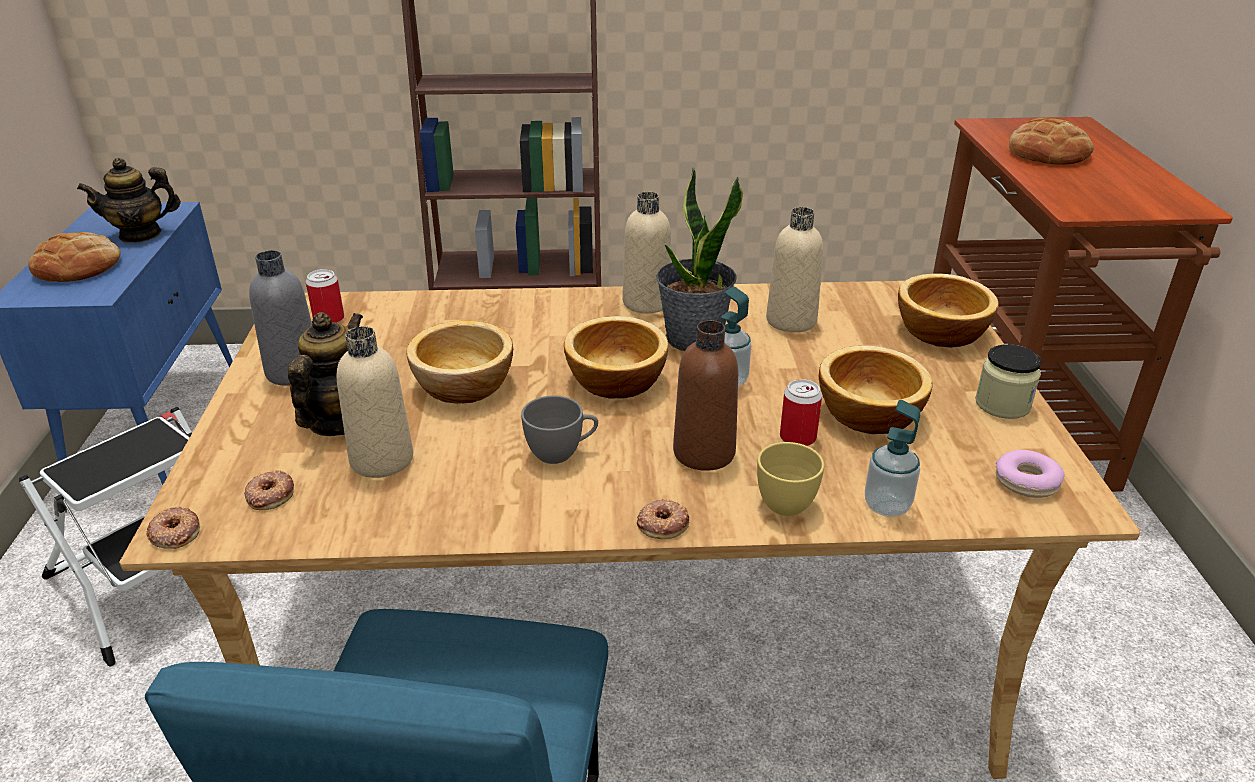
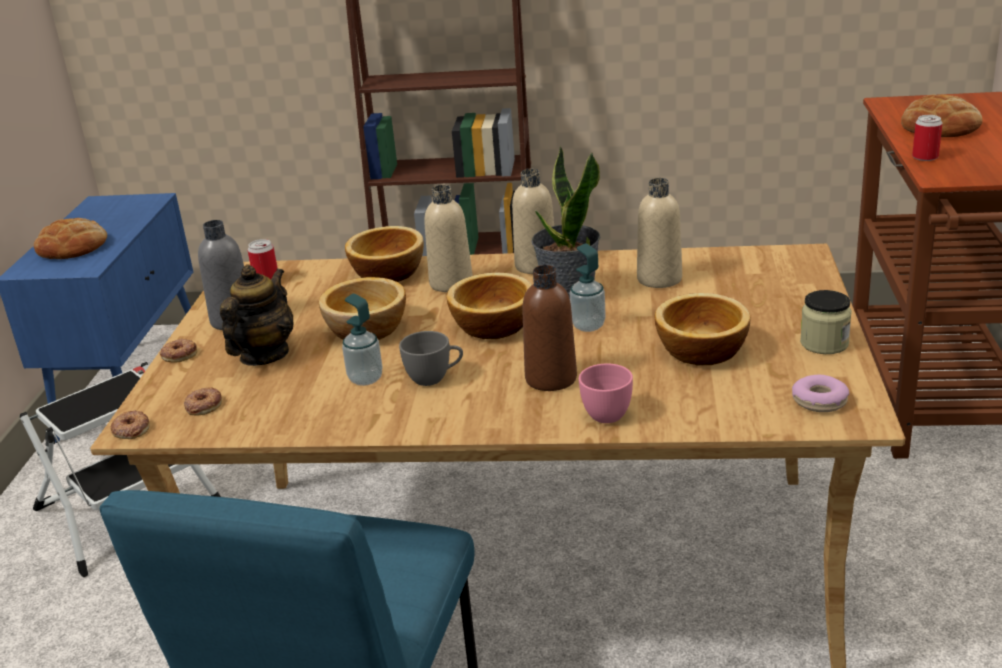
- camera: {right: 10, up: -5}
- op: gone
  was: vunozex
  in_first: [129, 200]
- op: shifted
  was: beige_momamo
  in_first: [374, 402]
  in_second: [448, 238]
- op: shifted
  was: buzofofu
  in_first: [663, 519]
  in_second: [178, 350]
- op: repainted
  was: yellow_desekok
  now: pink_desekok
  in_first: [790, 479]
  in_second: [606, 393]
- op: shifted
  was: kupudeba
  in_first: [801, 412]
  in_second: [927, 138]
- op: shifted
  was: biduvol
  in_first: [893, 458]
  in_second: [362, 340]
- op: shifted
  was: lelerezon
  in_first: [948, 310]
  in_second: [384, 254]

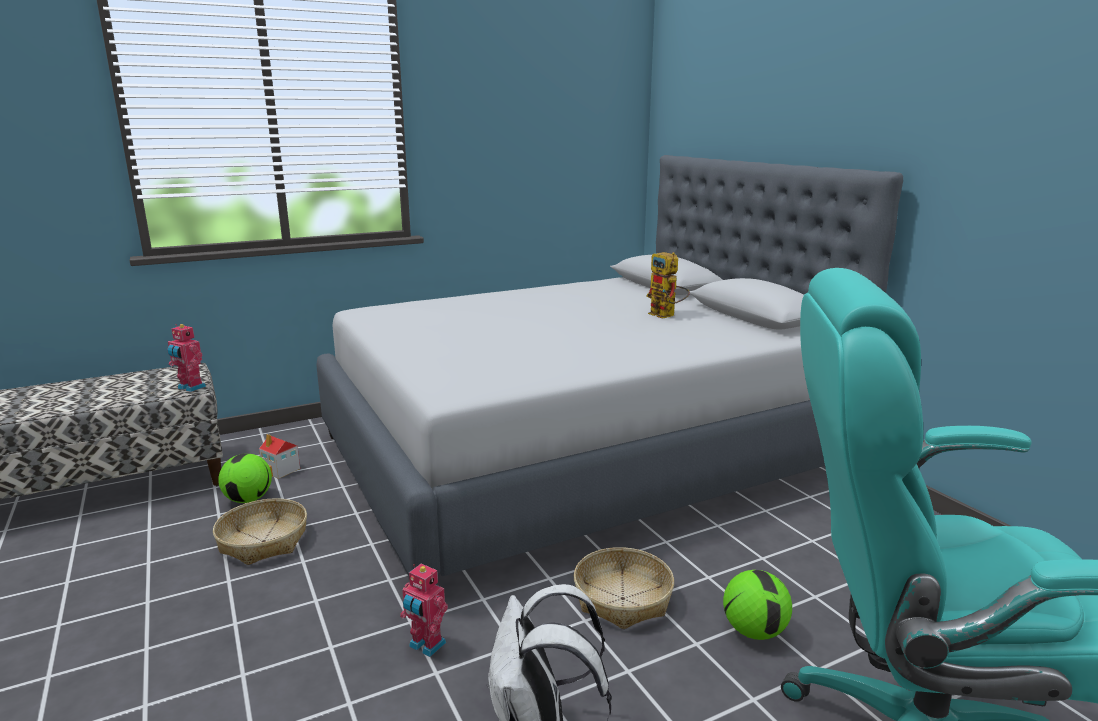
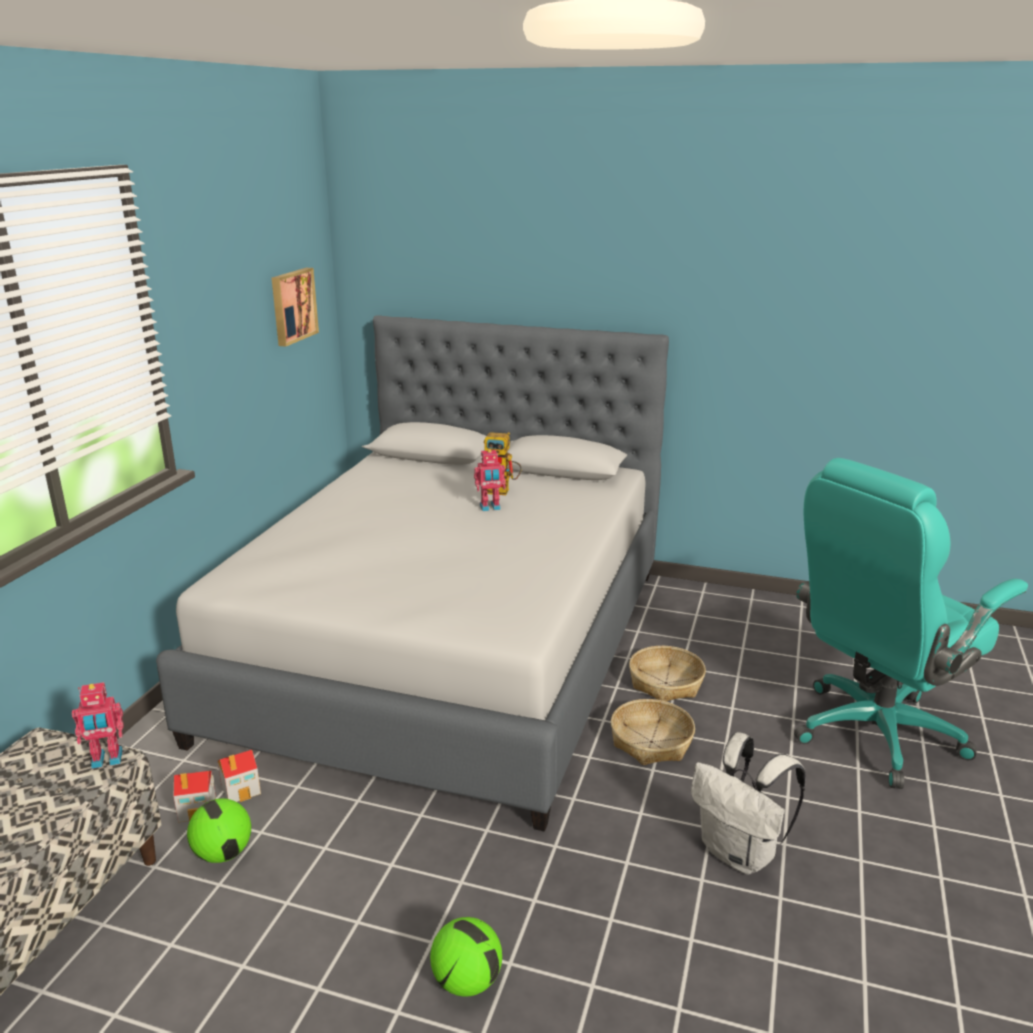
- camera: {right: -45, up: 5}
- op: shifted
  was: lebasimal
  in_first: [260, 531]
  in_second: [667, 674]
- op: shifted
  was: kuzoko
  in_first: [424, 610]
  in_second: [490, 480]
- op: shifted
  was: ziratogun
  in_first: [757, 605]
  in_second: [466, 957]
- op: new
  now: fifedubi
  in_second: [239, 776]
- op: new
  now: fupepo
  in_second: [295, 307]

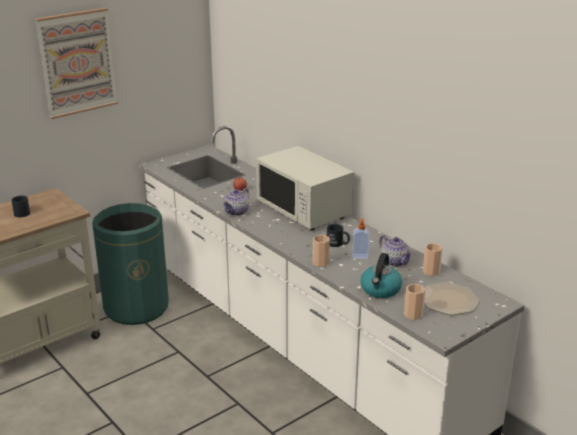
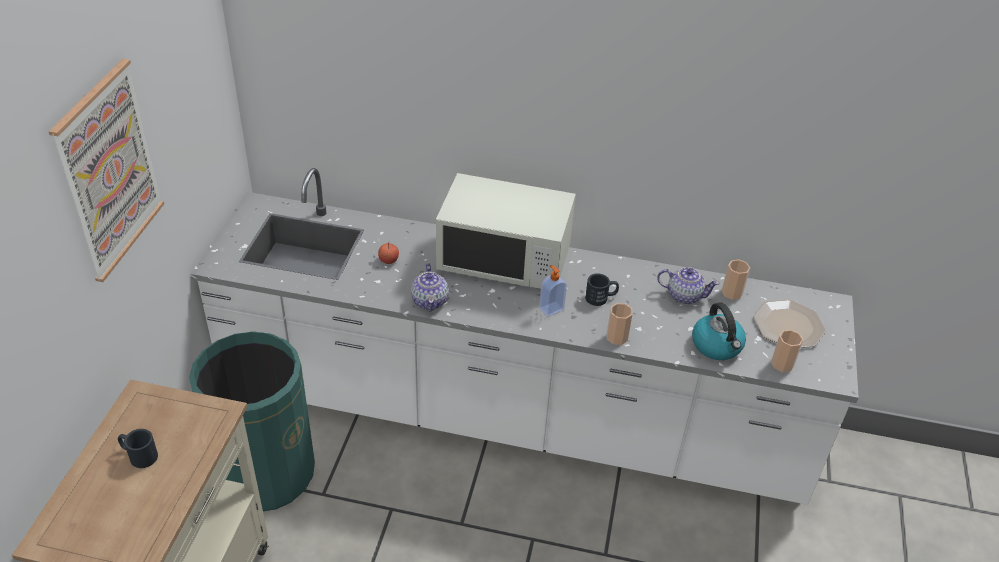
- camera: {right: -40, up: 15}
- op: shifted
  was: biduvol
  in_first: [361, 238]
  in_second: [553, 291]

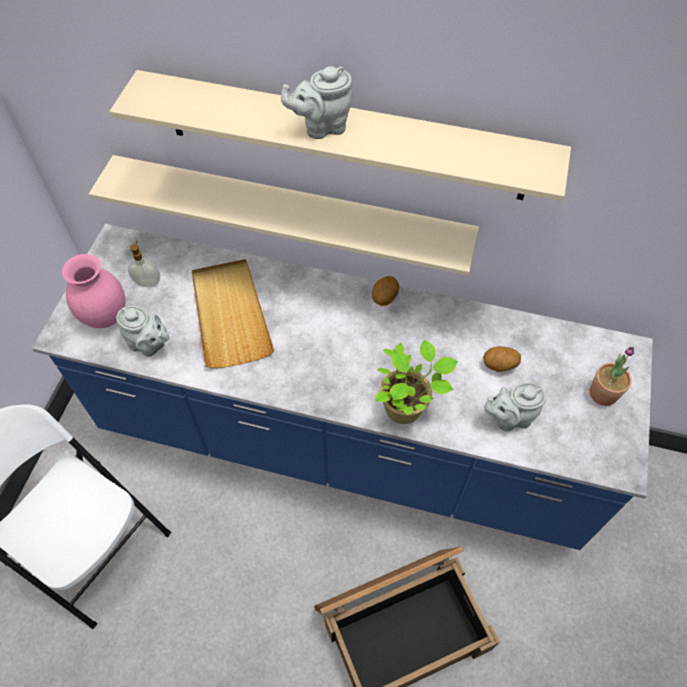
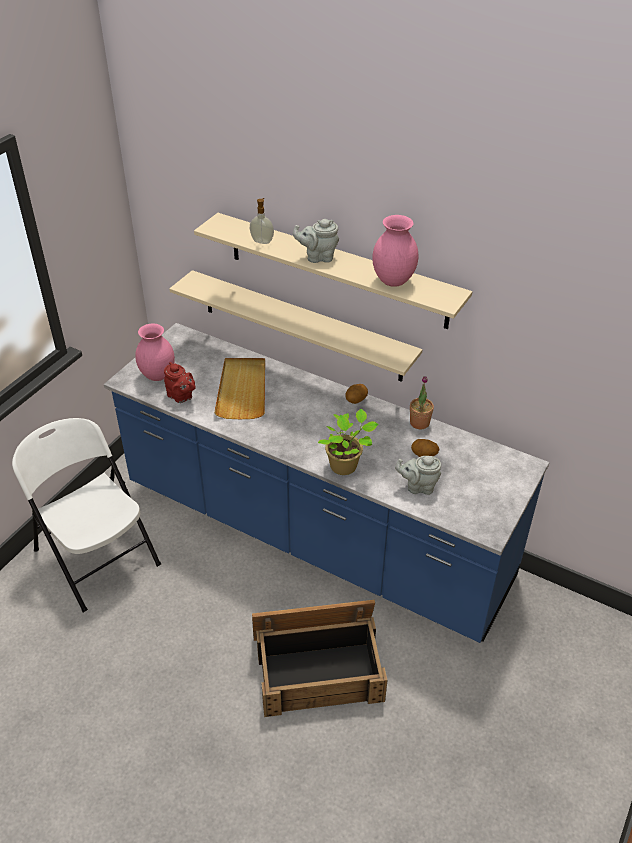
- camera: {right: 15, up: -15}
- op: repainted
  was: grey_vunozex
  now: red_vunozex
  in_first: [143, 331]
  in_second: [180, 382]
- op: shifted
  was: biduvol
  in_first: [144, 263]
  in_second: [262, 221]
- op: shifted
  was: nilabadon
  in_first: [612, 376]
  in_second: [422, 402]
- op: new
  now: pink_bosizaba
  in_second: [395, 251]

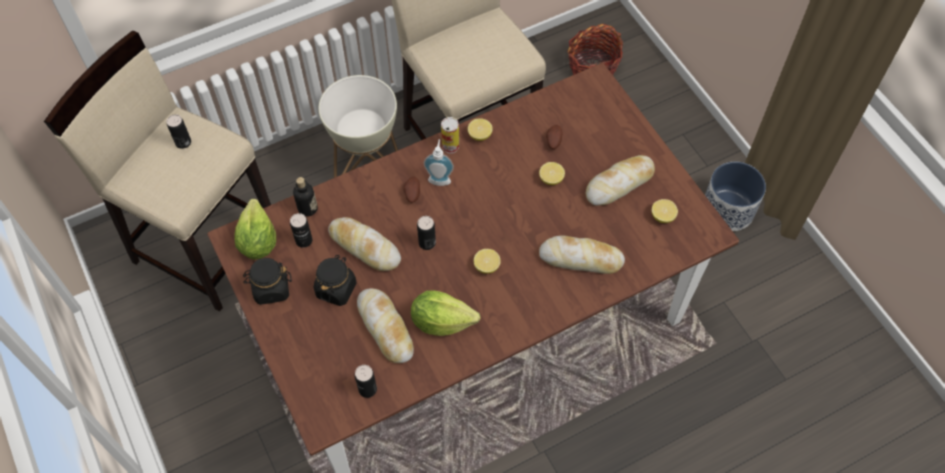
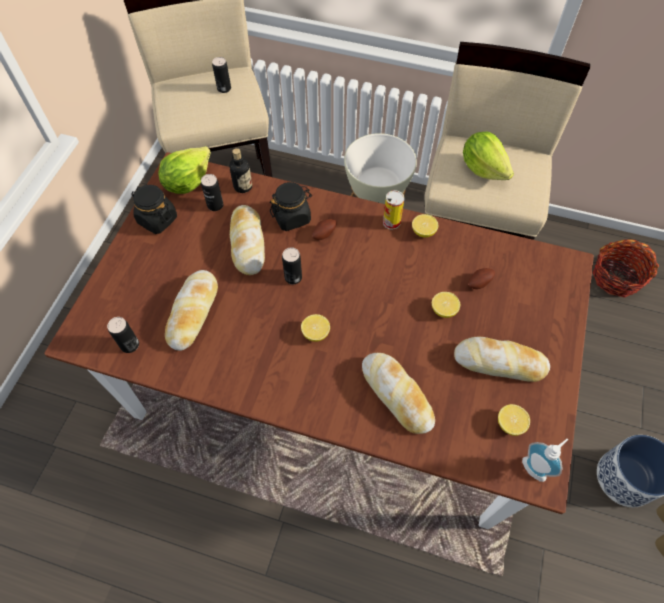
- camera: {right: 45, up: 0}
- op: shifted
  was: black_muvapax
  in_first: [335, 280]
  in_second: [291, 206]
- op: shifted
  was: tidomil
  in_first: [445, 313]
  in_second: [488, 156]
- op: shifted
  was: biduvol
  in_first: [439, 162]
  in_second: [545, 460]

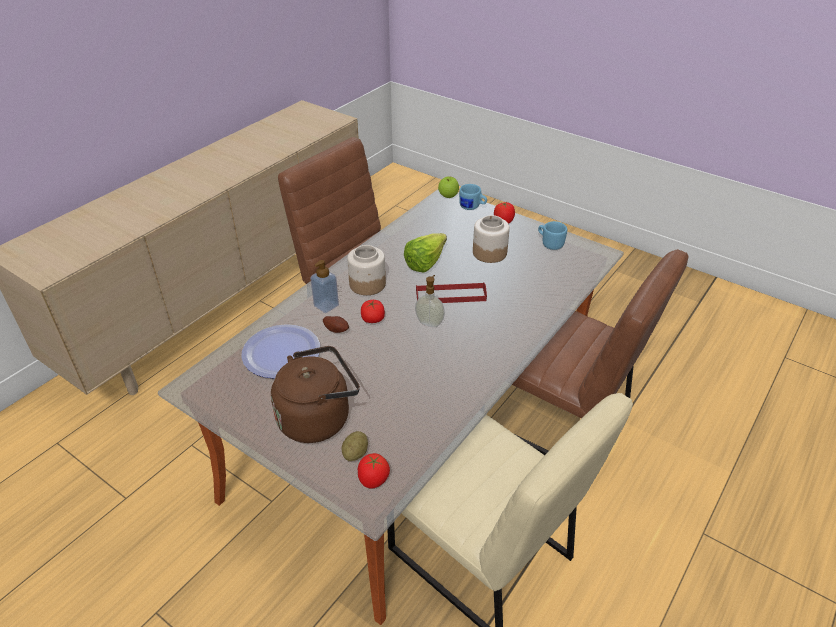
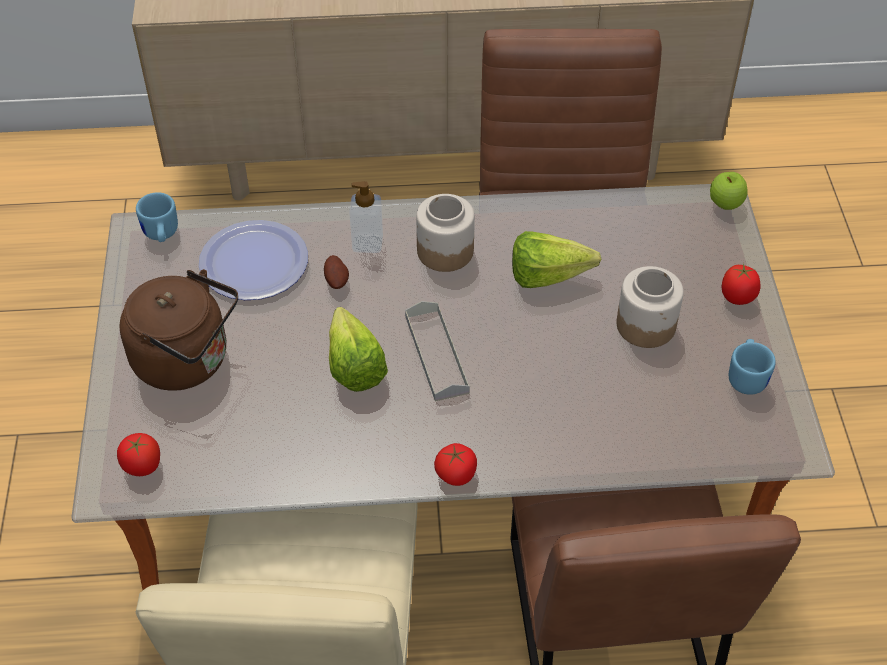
- camera: {right: 50, up: 10}
- op: gone
  was: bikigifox
  in_first: [354, 446]
- op: shifted
  was: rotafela
  in_first: [373, 311]
  in_second: [455, 464]
- op: swapped
  was: biduvol
  now: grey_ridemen
  in_first: [430, 301]
  in_second: [437, 351]
- op: gone
  was: red_ridemen
  in_first: [451, 292]
- op: shifted
  was: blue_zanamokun
  in_first: [473, 197]
  in_second: [157, 217]
- op: new
  now: tidomil
  in_second: [358, 349]

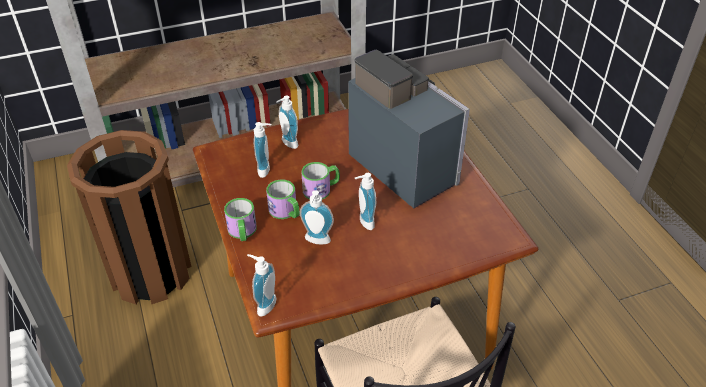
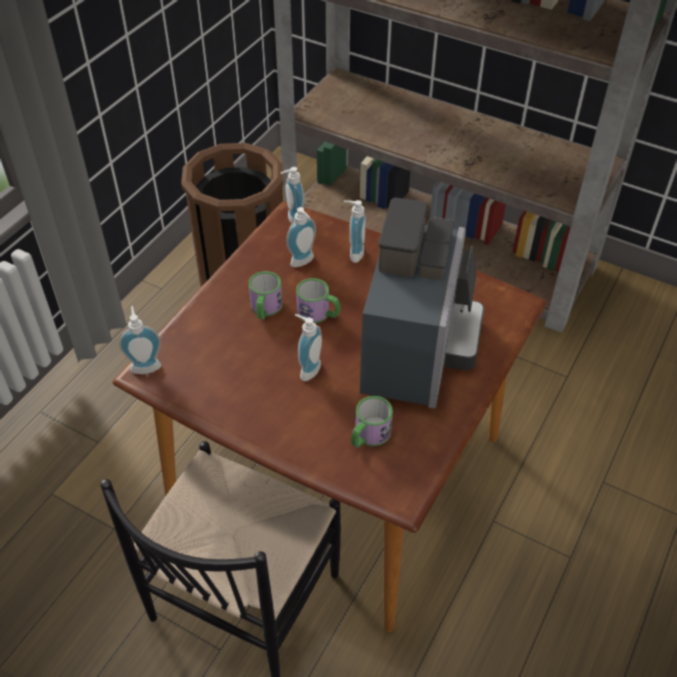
- camera: {right: 50, up: 5}
- op: shifted
  was: zanamokun
  in_first: [240, 219]
  in_second: [372, 422]
- op: shifted
  was: biduvol
  in_first: [317, 217]
  in_second: [292, 195]

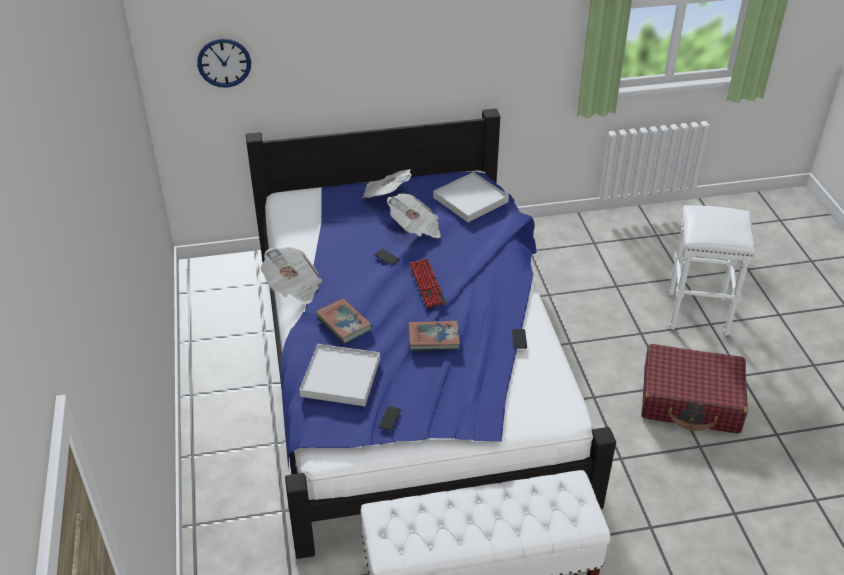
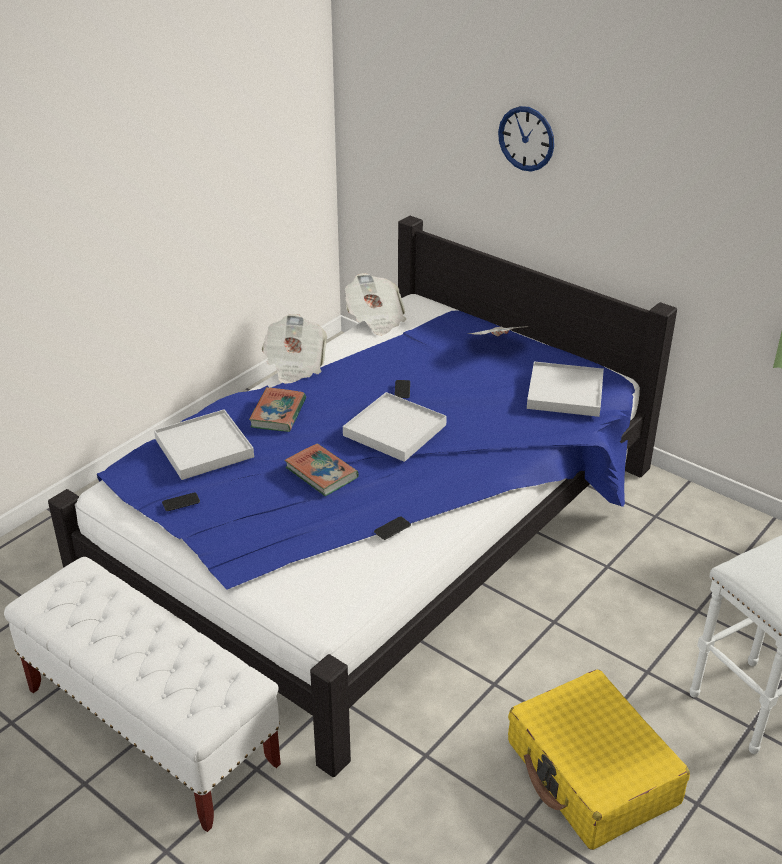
- camera: {right: 50, up: -5}
- op: shifted
  was: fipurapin
  in_first: [224, 63]
  in_second: [526, 139]
- op: shifted
  was: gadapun
  in_first: [413, 216]
  in_second: [375, 304]
- op: swapped
  was: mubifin
  now: white_ridemen
  in_first: [428, 283]
  in_second: [395, 427]
- op: repainted
  was: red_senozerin
  now: yellow_senozerin
  in_first: [694, 388]
  in_second: [599, 760]

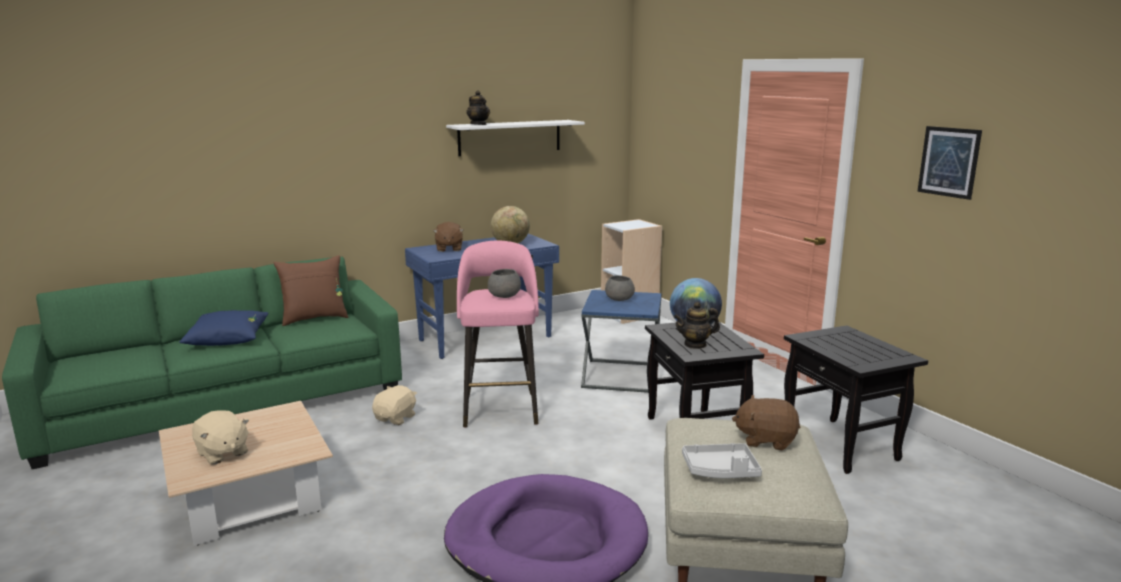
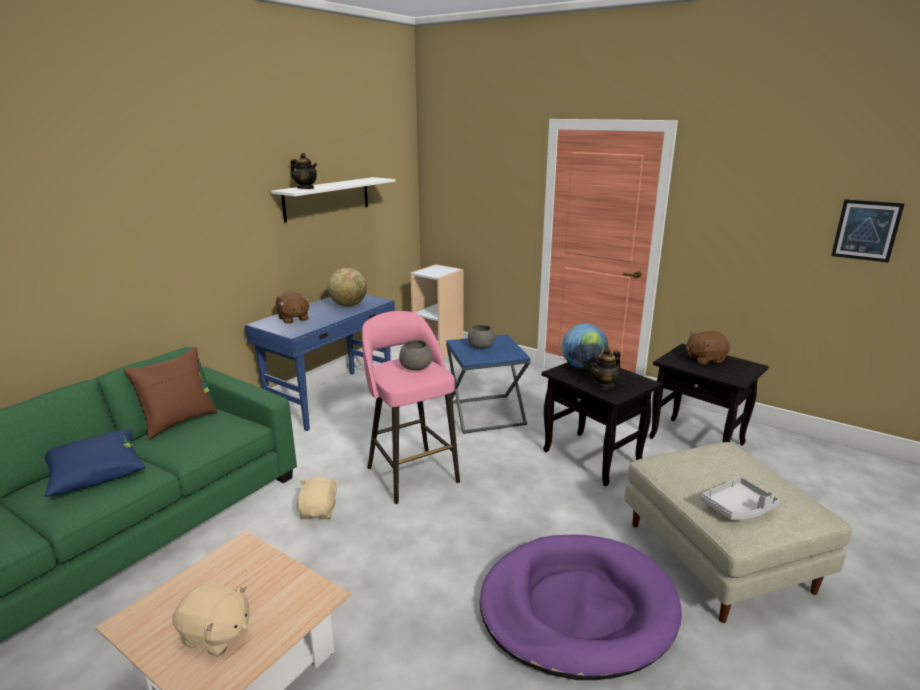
- camera: {right: -25, up: 5}
- op: shifted
  was: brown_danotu
  in_first: [766, 422]
  in_second: [708, 347]
- op: shifted
  was: fupepo
  in_first: [949, 163]
  in_second: [867, 231]

